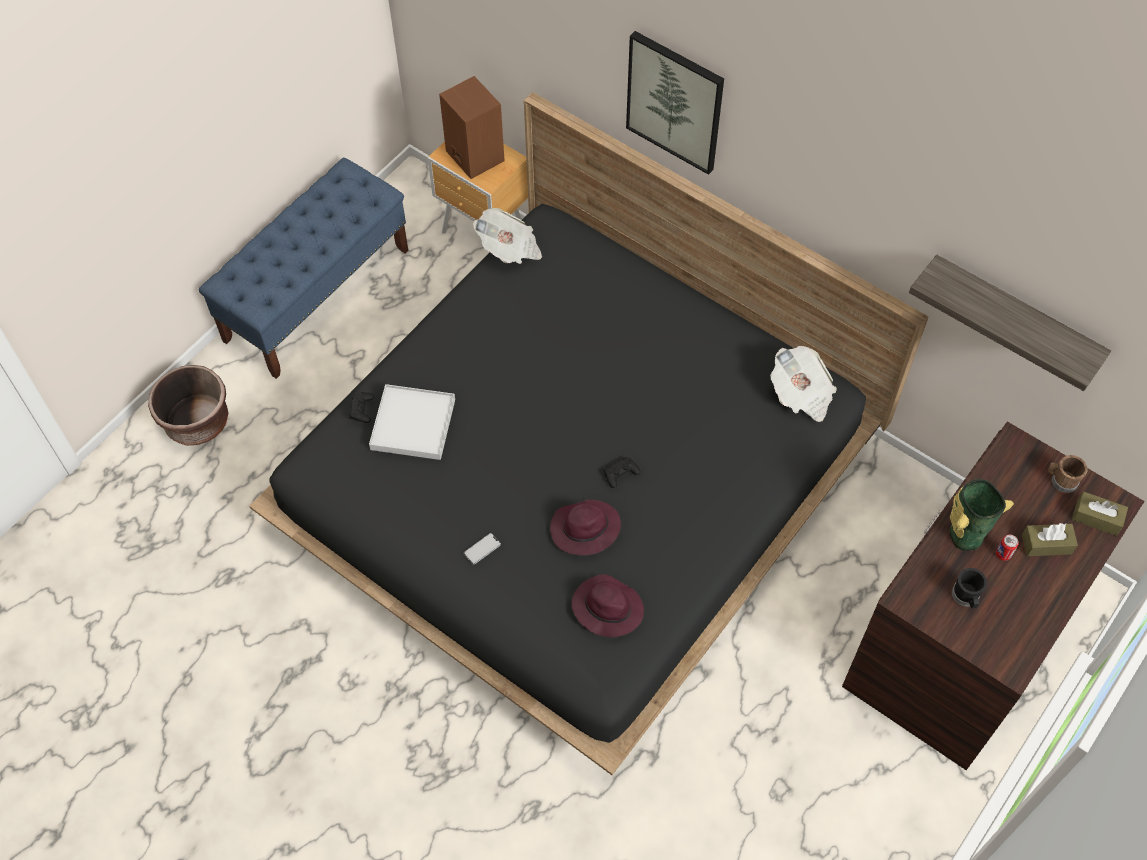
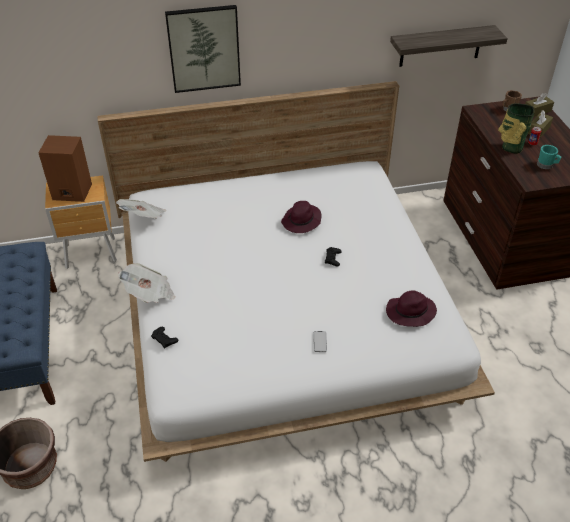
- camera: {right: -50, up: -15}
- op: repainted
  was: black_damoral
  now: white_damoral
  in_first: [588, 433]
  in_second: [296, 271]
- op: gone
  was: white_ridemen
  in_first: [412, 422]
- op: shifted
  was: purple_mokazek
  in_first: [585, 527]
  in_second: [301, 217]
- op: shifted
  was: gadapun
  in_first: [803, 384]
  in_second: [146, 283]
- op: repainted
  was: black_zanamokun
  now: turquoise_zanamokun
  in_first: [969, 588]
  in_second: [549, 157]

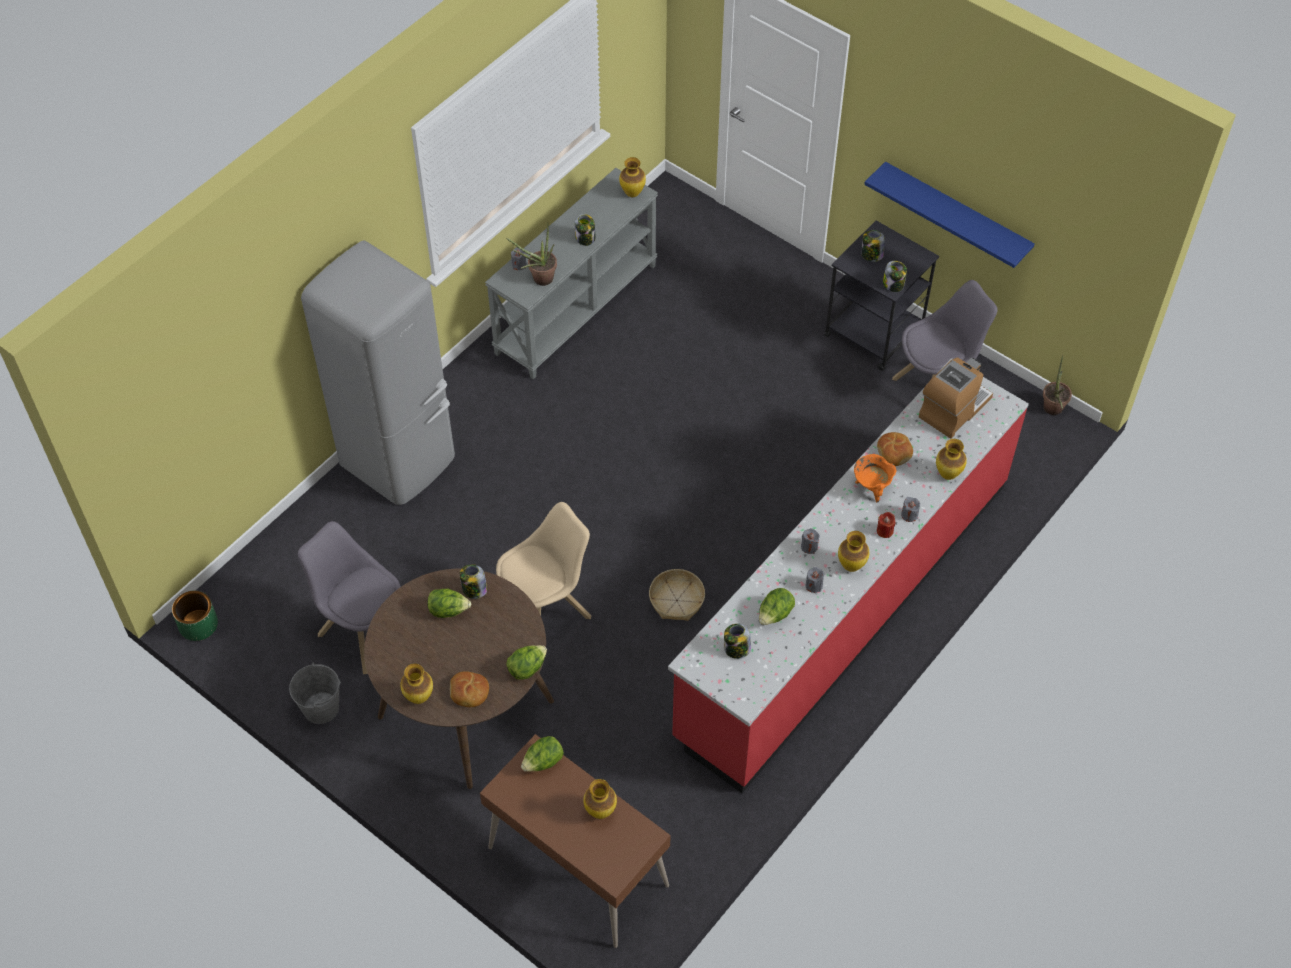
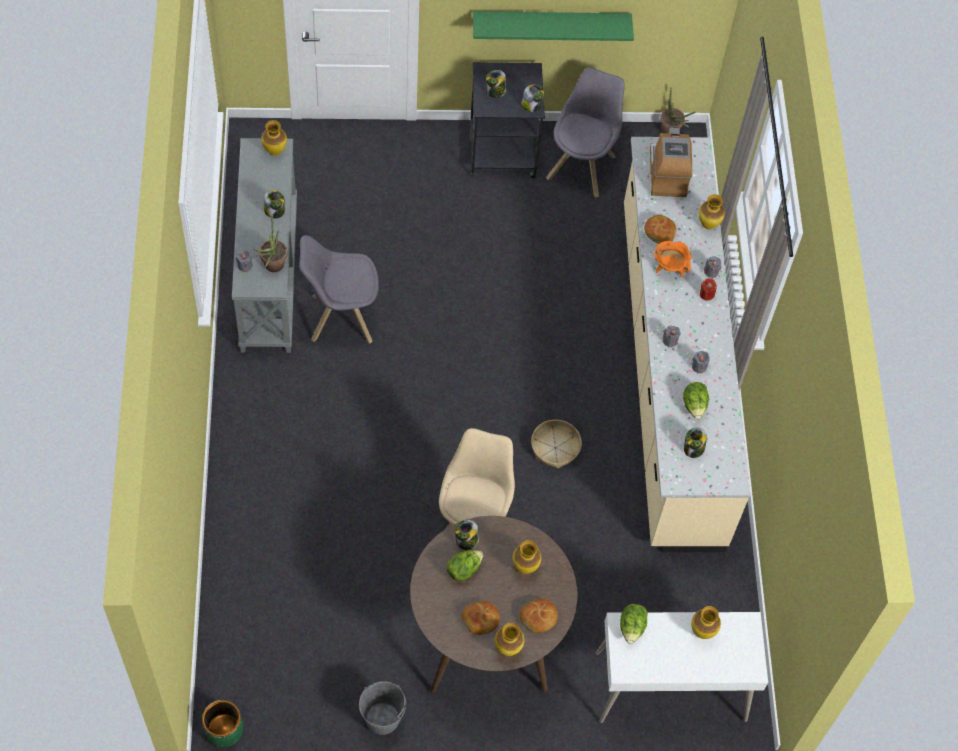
- camera: {right: -45, up: 5}
- op: shifted
  was: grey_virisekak
  in_first: [349, 597]
  in_second: [339, 289]
- op: gone
  was: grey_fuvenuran
  in_first: [378, 373]
- op: repainted
  was: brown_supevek
  now: white_supevek
  in_first: [575, 841]
  in_second: [682, 667]
- op: gone
  was: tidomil
  in_first: [526, 662]
- op: repainted
  was: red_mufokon
  now: beige_mufokon
  in_first: [848, 575]
  in_second: [687, 344]
- op: shifted
  was: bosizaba
  in_first: [854, 551]
  in_second: [526, 557]
- op: repainted
  was: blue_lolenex
  now: green_lolenex
  in_first: [949, 215]
  in_second: [553, 26]
- op: new
  now: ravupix
  in_second: [481, 618]

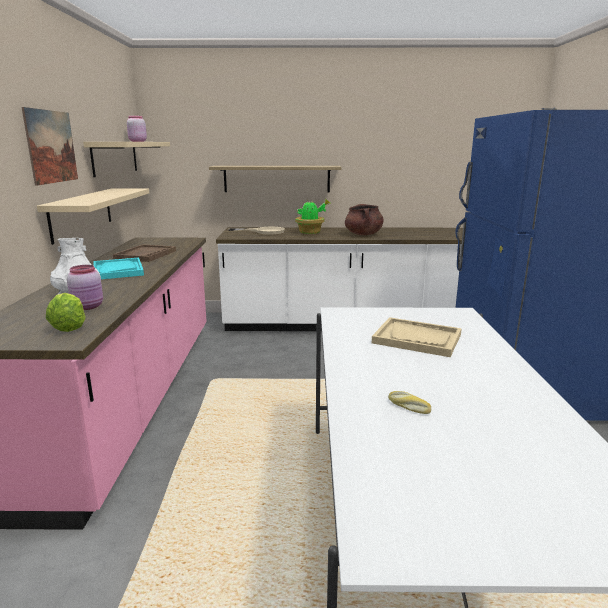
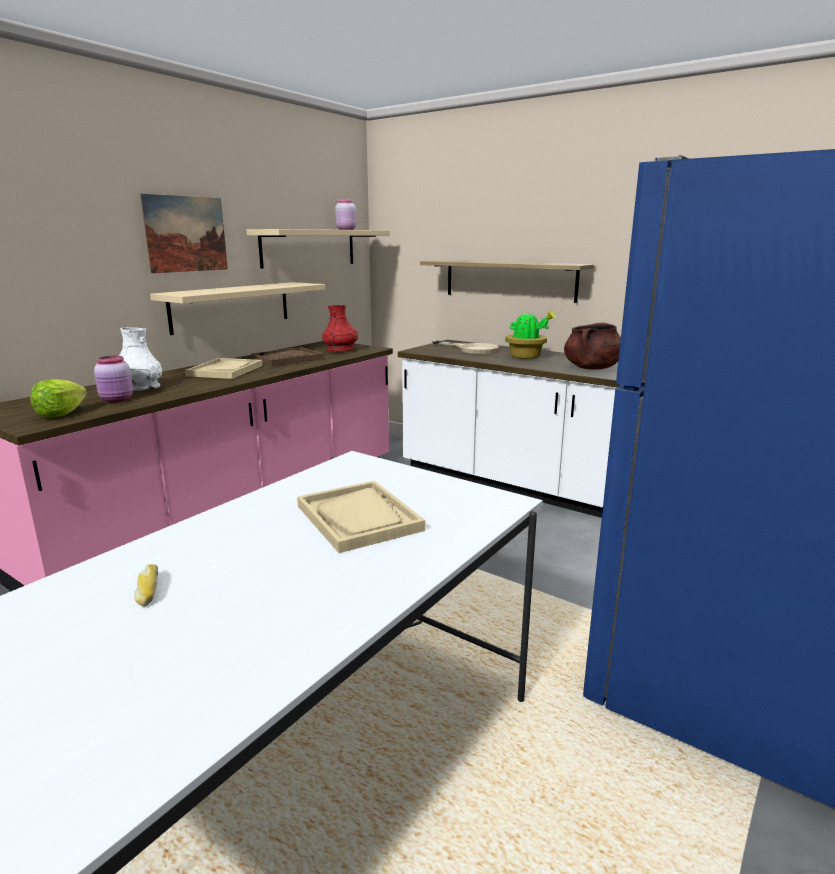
- camera: {right: 35, up: 0}
- op: repainted
  was: turquoise_ridemen
  now: beige_ridemen
  in_first: [119, 268]
  in_second: [224, 368]
- op: new
  now: red_bosizaba
  in_second: [340, 328]

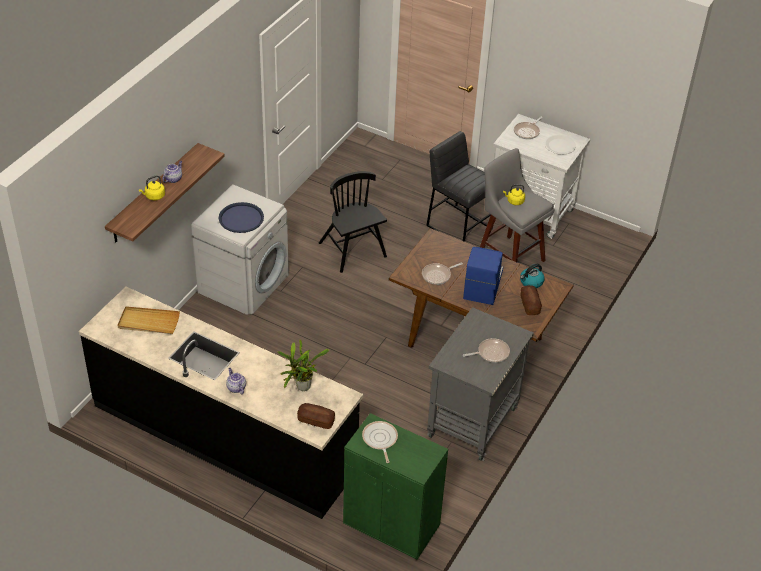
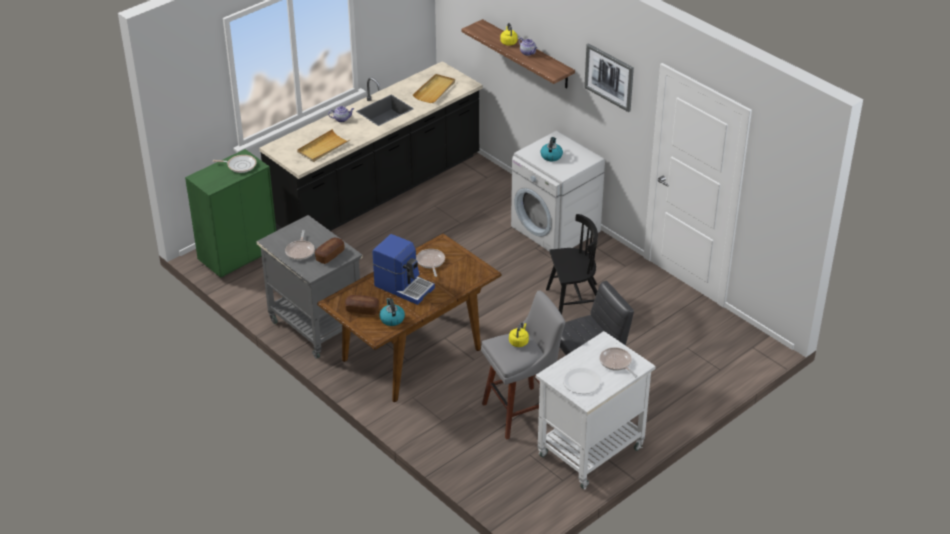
- camera: {right: 110, up: -5}
- op: swapped
  was: blue_ridemen
  now: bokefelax
  in_first: [241, 217]
  in_second: [551, 149]
- op: swapped
  was: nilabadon
  now: beige_ridemen
  in_first: [303, 365]
  in_second: [323, 145]
- op: shifted
  was: ravupix
  in_first: [316, 416]
  in_second: [330, 251]
- op: new
  now: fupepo
  in_second: [609, 77]

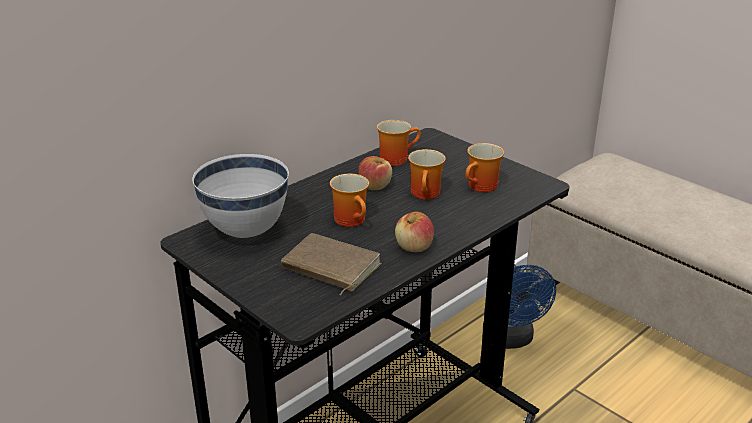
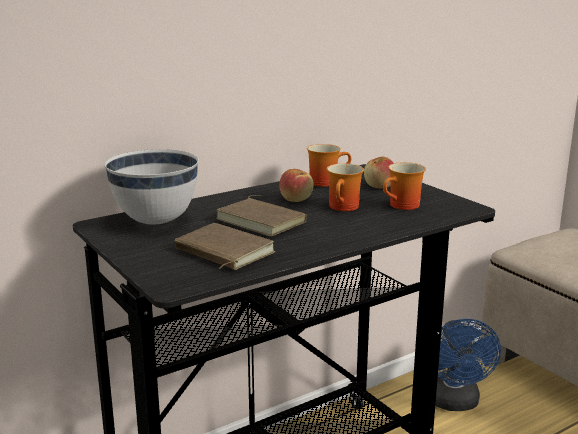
- camera: {right: 10, up: -10}
- op: swapped
  was: zanamokun
  now: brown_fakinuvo
  in_first: [349, 200]
  in_second: [261, 216]
- op: shifted
  was: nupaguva
  in_first: [414, 232]
  in_second: [378, 172]

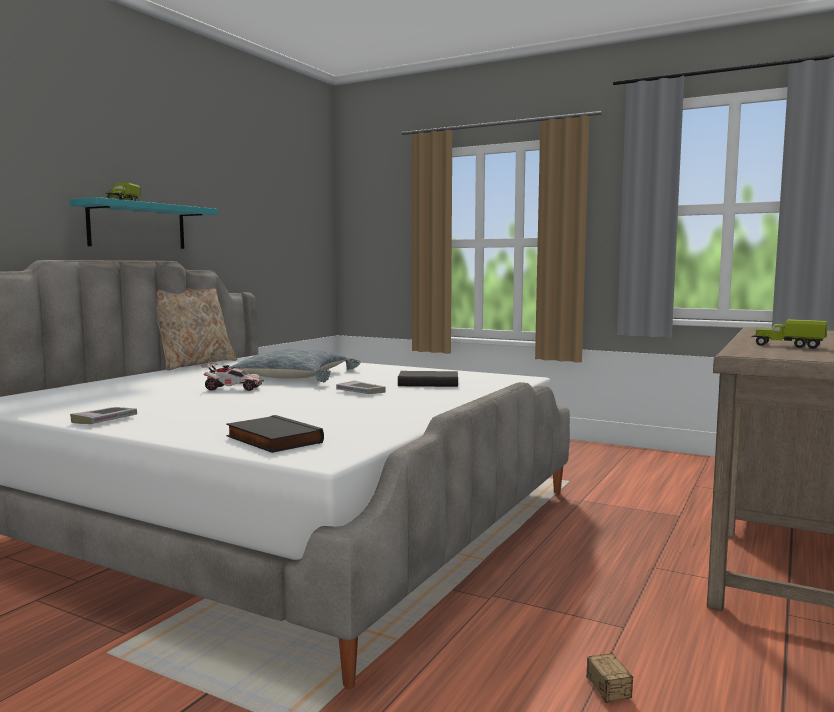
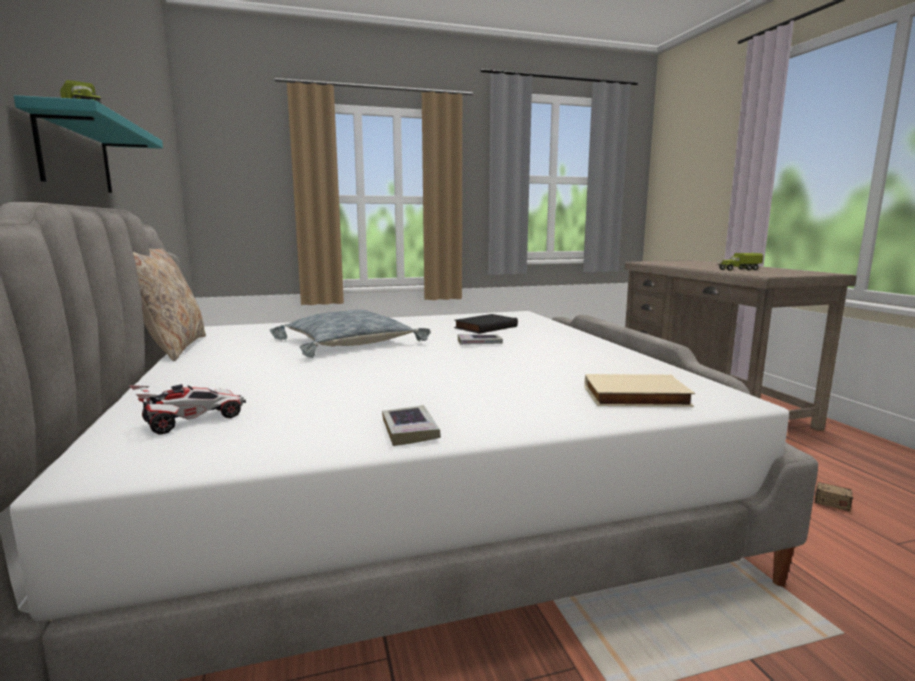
- camera: {right: -45, up: 5}
- op: shifted
  was: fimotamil
  in_first: [232, 376]
  in_second: [187, 409]
- op: repainted
  was: black_fakinuvo
  now: beige_fakinuvo
  in_first: [275, 434]
  in_second: [640, 390]

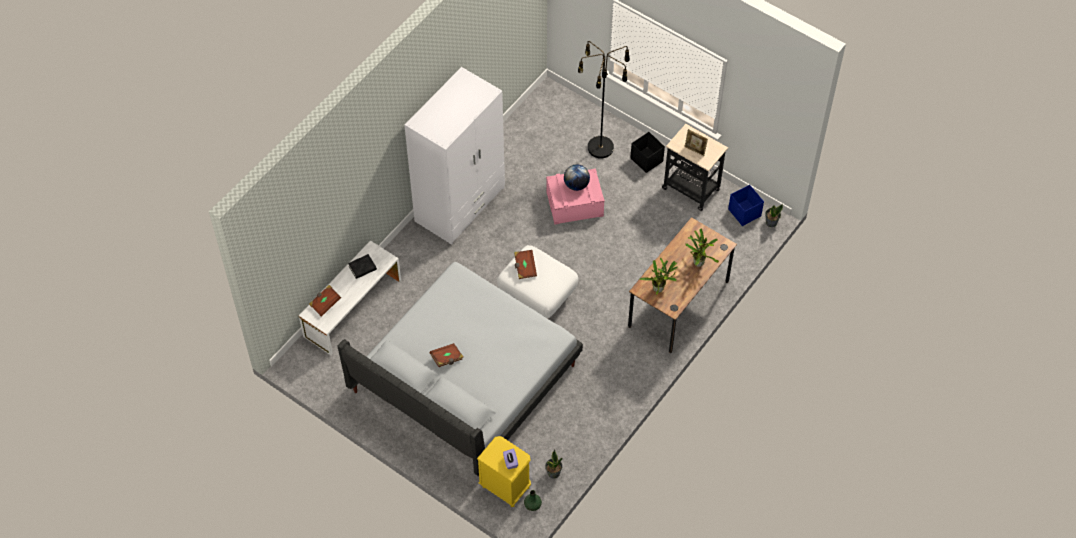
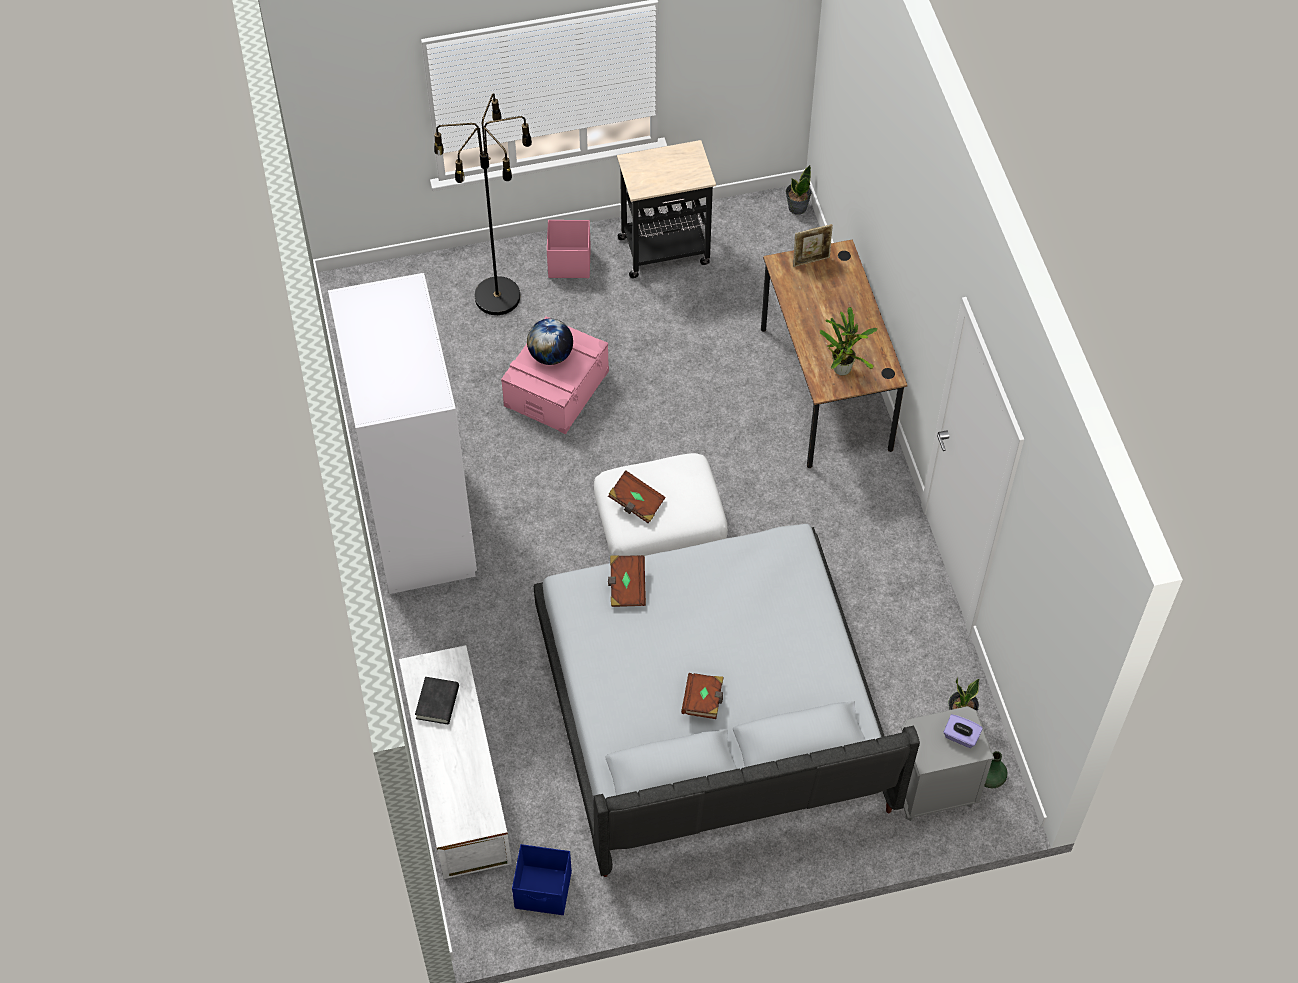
- camera: {right: -50, up: 0}
- op: shifted
  was: brown_fakinuvo
  in_first: [325, 301]
  in_second: [627, 581]
- op: repainted
  was: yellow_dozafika
  now: grey_dozafika
  in_first: [504, 471]
  in_second: [947, 763]
- op: repainted
  was: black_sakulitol
  now: pink_sakulitol
  in_first: [647, 152]
  in_second: [569, 249]
- op: shifted
  was: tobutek
  in_first: [696, 142]
  in_second: [813, 245]
- op: gone
  was: nilabadon
  in_first: [702, 248]
- op: shifted
  was: blue_sakulitol
  in_first: [746, 205]
  in_second: [542, 879]

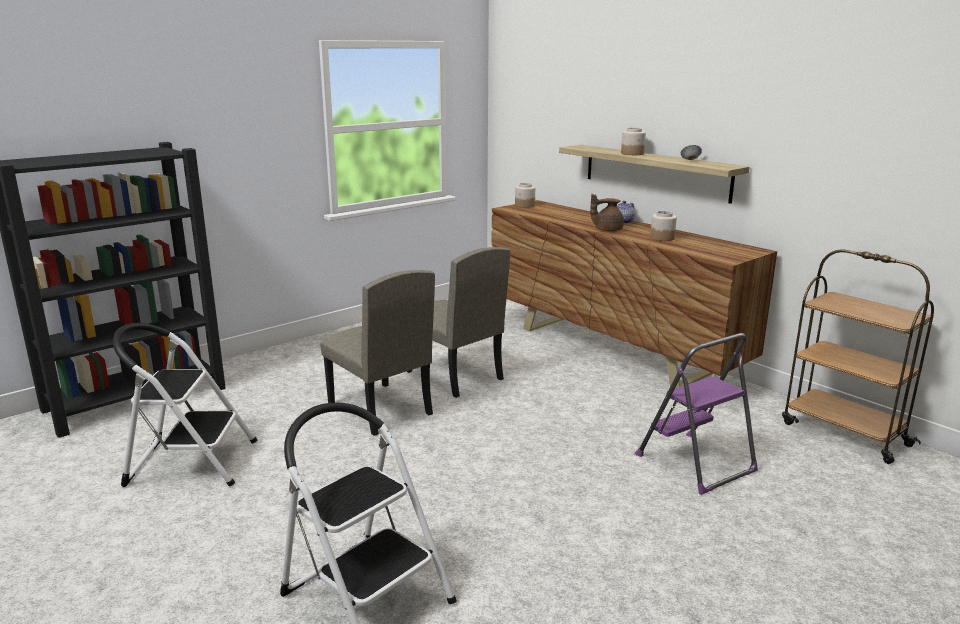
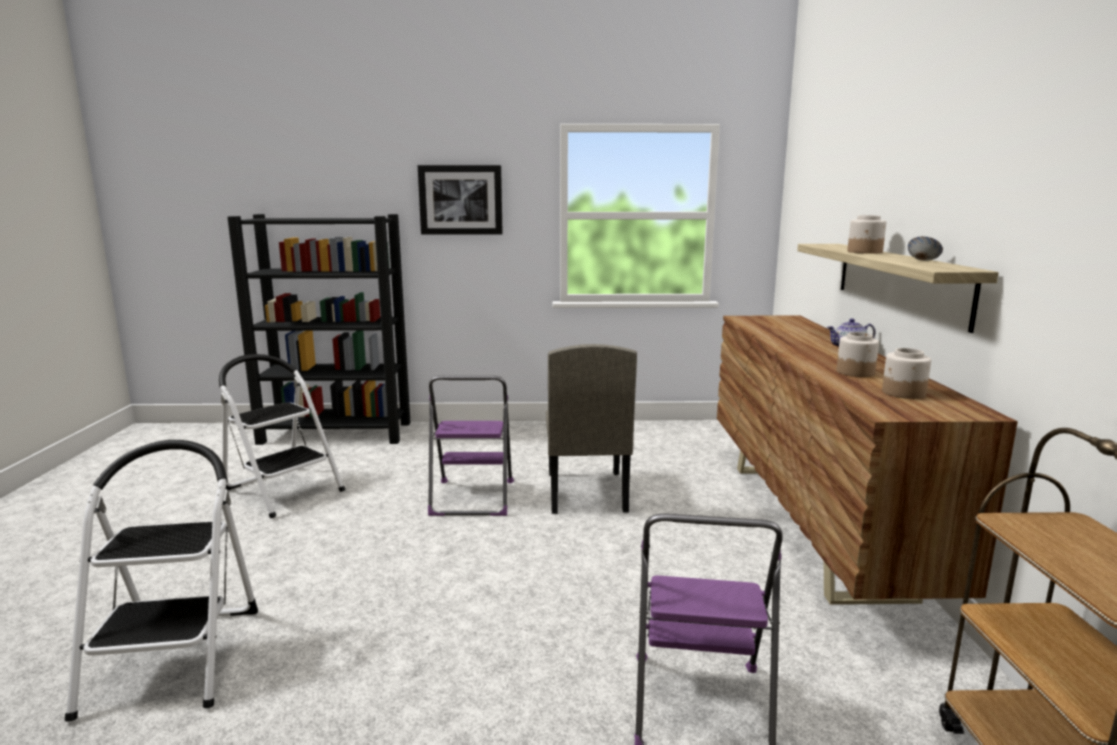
- camera: {right: 40, up: -5}
- op: swapped
  was: beige_virisekak
  now: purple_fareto
  in_first: [377, 353]
  in_second: [471, 446]
- op: shifted
  was: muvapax
  in_first: [525, 195]
  in_second: [906, 373]
- op: gone
  was: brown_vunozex
  in_first: [607, 212]
- op: new
  now: fupepo
  in_second: [460, 200]

